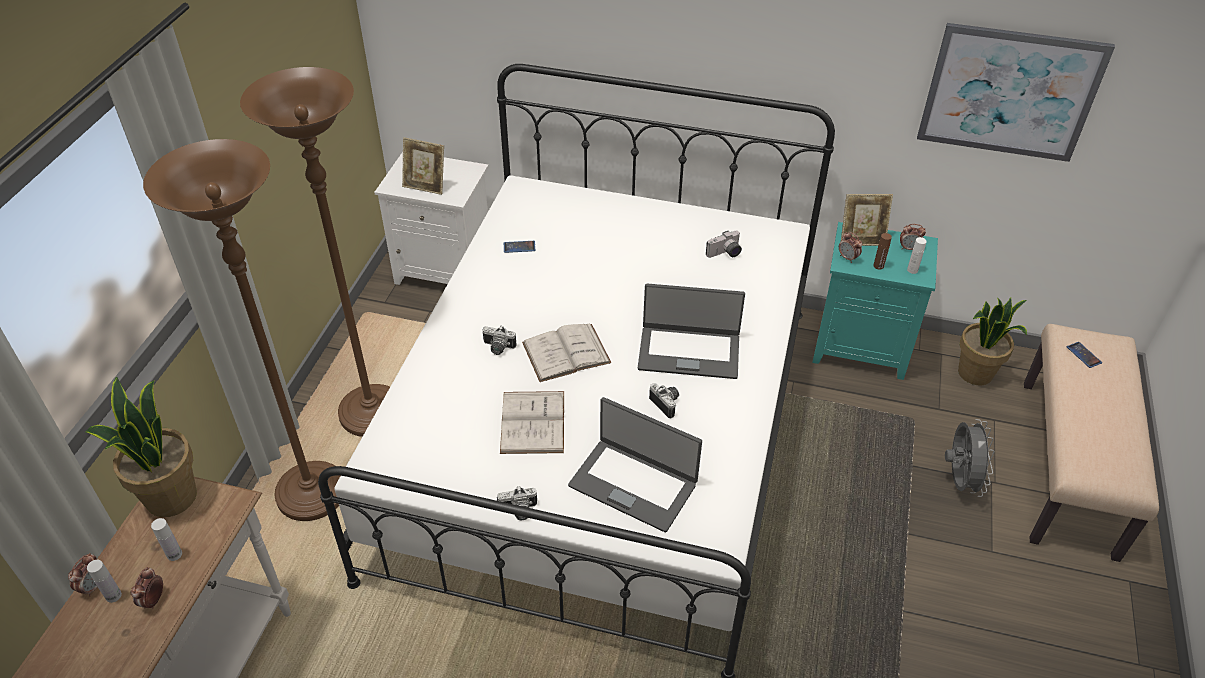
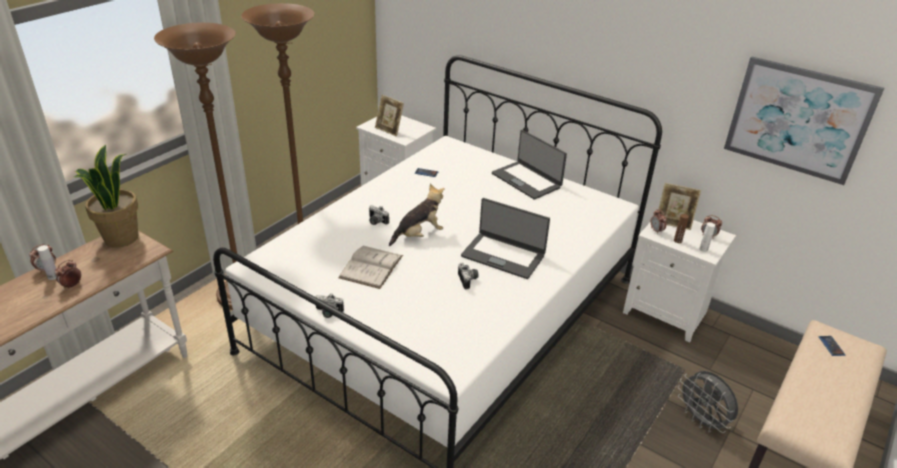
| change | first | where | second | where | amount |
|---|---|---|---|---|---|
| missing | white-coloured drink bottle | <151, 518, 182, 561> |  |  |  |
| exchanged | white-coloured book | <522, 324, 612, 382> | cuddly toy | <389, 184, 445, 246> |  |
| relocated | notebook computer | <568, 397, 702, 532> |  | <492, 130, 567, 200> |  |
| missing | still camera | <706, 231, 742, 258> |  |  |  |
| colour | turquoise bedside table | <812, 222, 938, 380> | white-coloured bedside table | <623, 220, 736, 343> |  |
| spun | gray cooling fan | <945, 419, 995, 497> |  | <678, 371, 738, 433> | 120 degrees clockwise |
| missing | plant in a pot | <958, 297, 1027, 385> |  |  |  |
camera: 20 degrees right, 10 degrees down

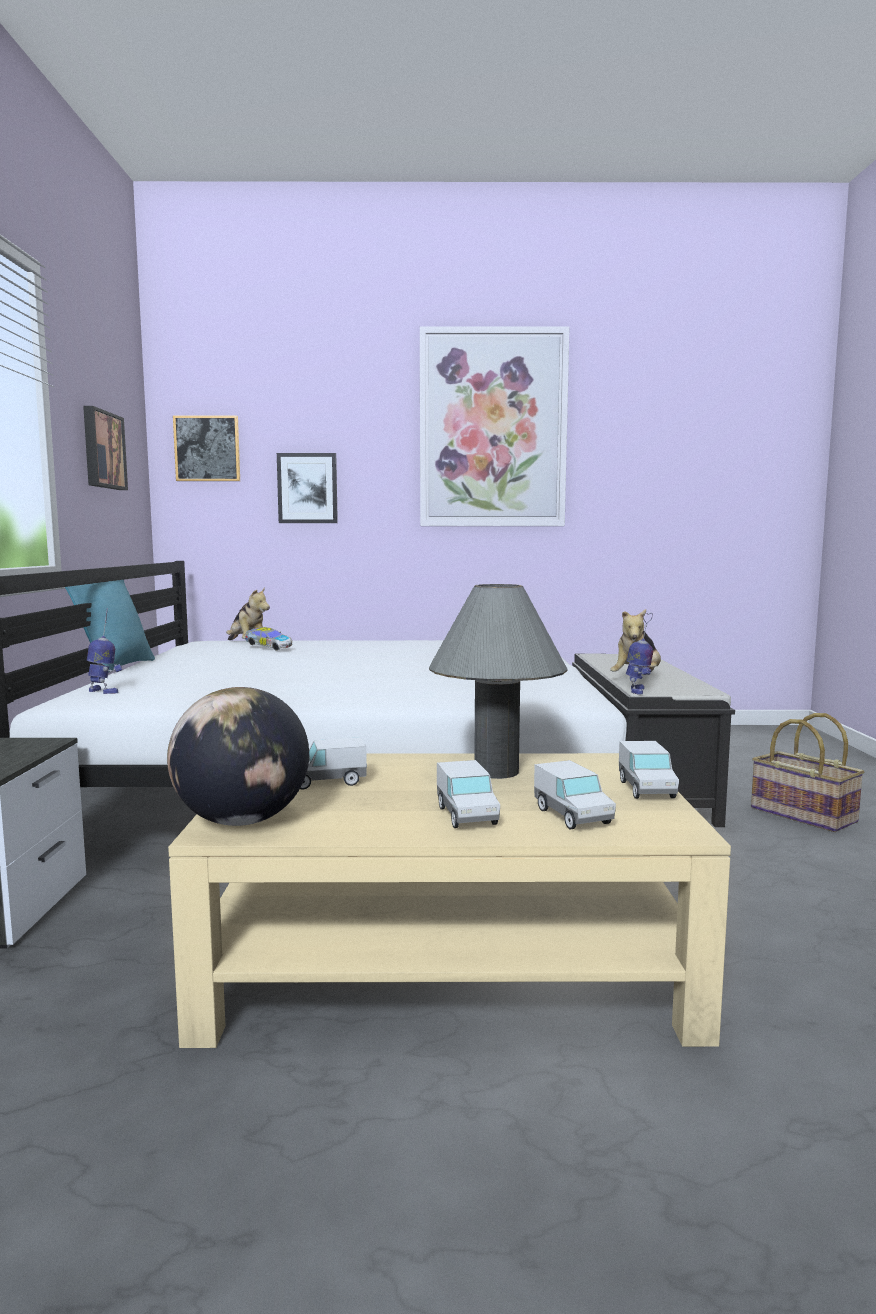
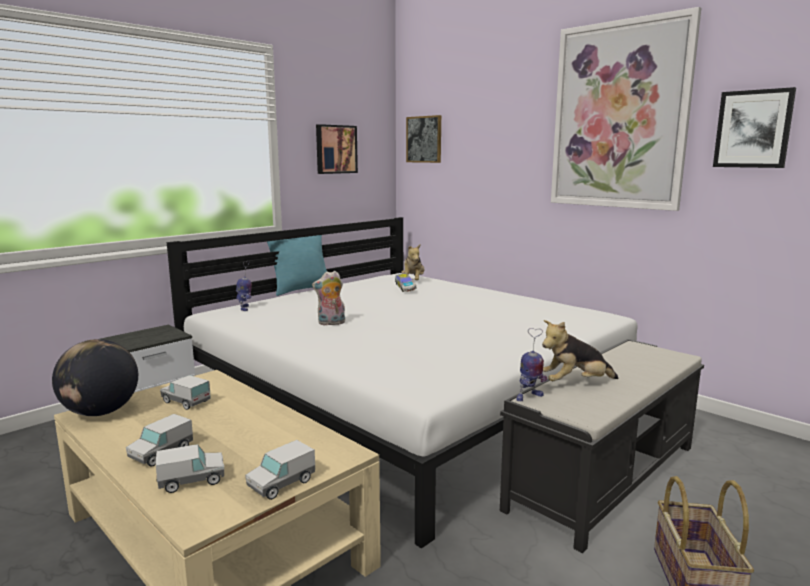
| change | first | where | second | where | amount |
|---|---|---|---|---|---|
| relocated | wall picture | <277, 453, 338, 523> |  | <713, 87, 796, 168> |  |
| missing | gray tabletop lamp | <429, 584, 568, 779> |  |  |  |
| spun | toy truck | <534, 760, 616, 829> |  | <156, 444, 224, 493> | 135 degrees counterclockwise |
| appeared |  |  | cuddly toy | <312, 271, 345, 326> |  |
camera: 45 degrees right, 5 degrees up

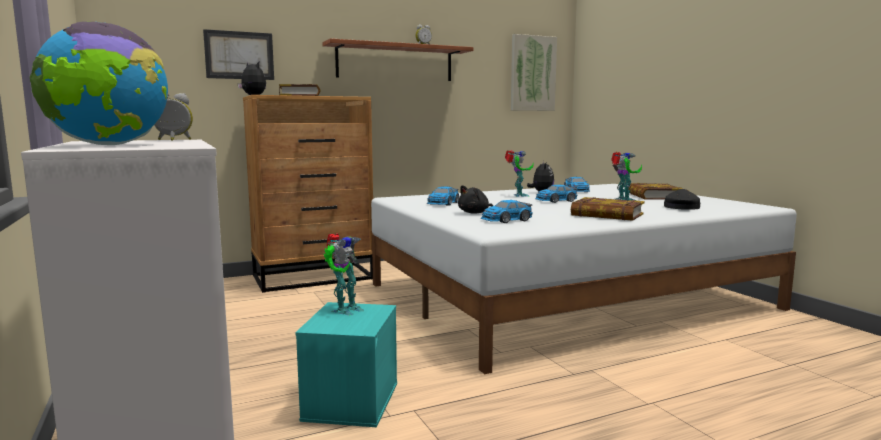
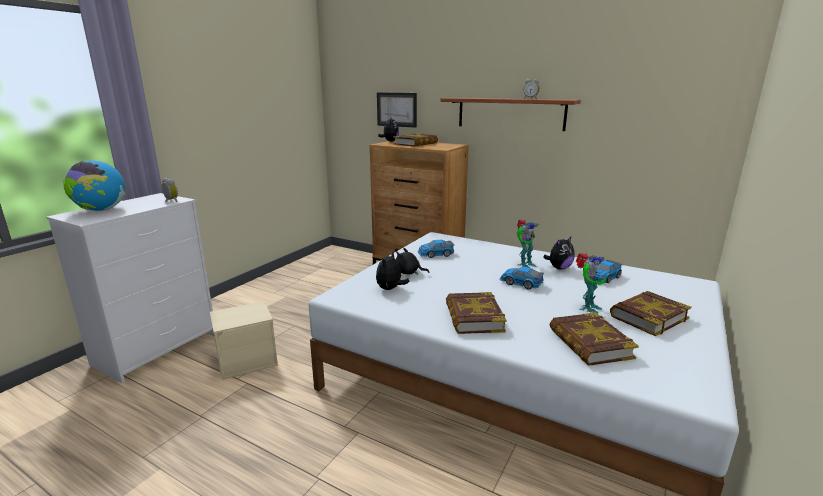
| change | first | where | second | where | amount |
|---|---|---|---|---|---|
| colour | turquoise storage container | <295, 302, 397, 427> | sand-coloured storage container | <210, 301, 278, 380> |  |
| missing | toy robot | <324, 233, 364, 316> |  |  |  |
| exchanged | toy car | <481, 200, 533, 223> | cuddly toy | <376, 252, 410, 290> |  |
| missing | wall picture | <511, 34, 557, 111> |  |  |  |
| exchanged | blackish baseball cap | <664, 189, 700, 210> | book | <550, 312, 639, 366> |  |
camera: 55 degrees right, 10 degrees up

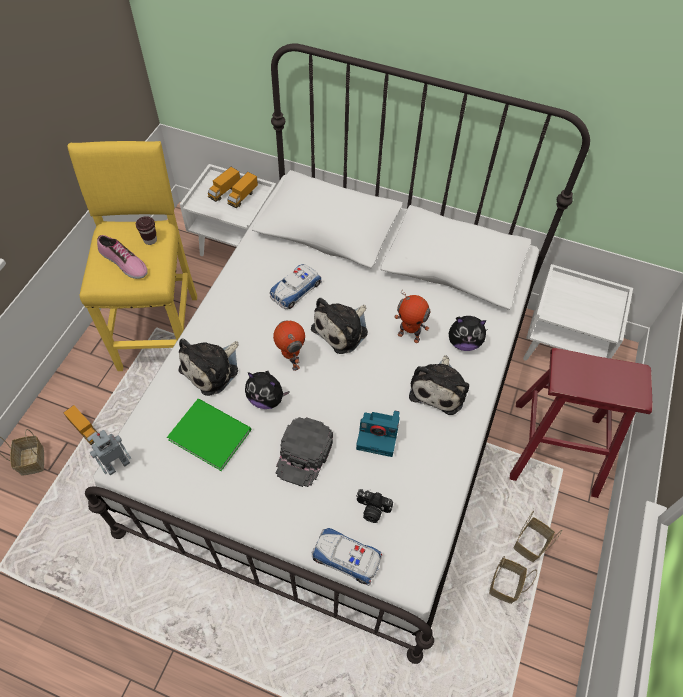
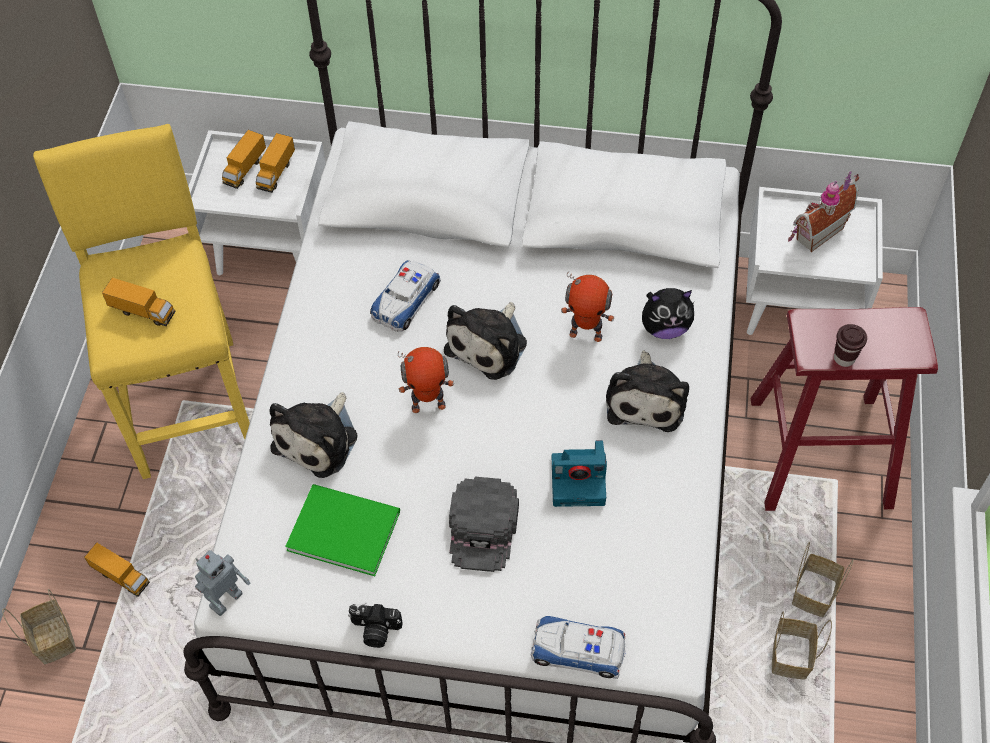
| change | first | where | second | where | amount |
|---|---|---|---|---|---|
| exchanged | low shoe | <97, 235, 148, 279> | toy truck | <102, 278, 176, 326> |  |
| relocated | brownish drinking cup | <135, 216, 157, 245> |  | <834, 324, 867, 367> |  |
| missing | cuddly toy | <245, 371, 290, 409> |  |  |  |
| spun | toy robot | <273, 321, 305, 371> |  | <398, 347, 454, 413> | 120 degrees clockwise |
| relocated | still camera | <356, 489, 393, 523> |  | <348, 602, 403, 648> |  |
| appeared |  |  | toy house | <788, 171, 859, 252> |  |
camera: 10 degrees left, 0 degrees up

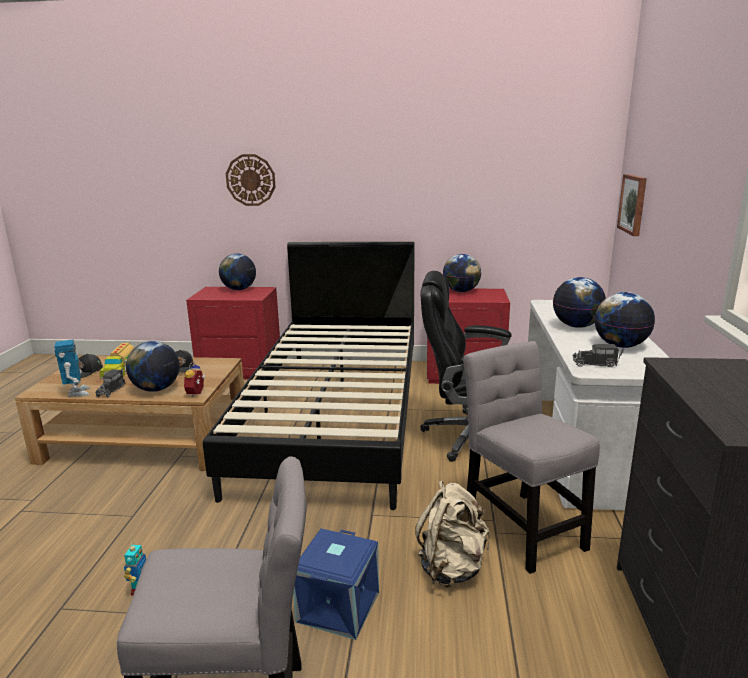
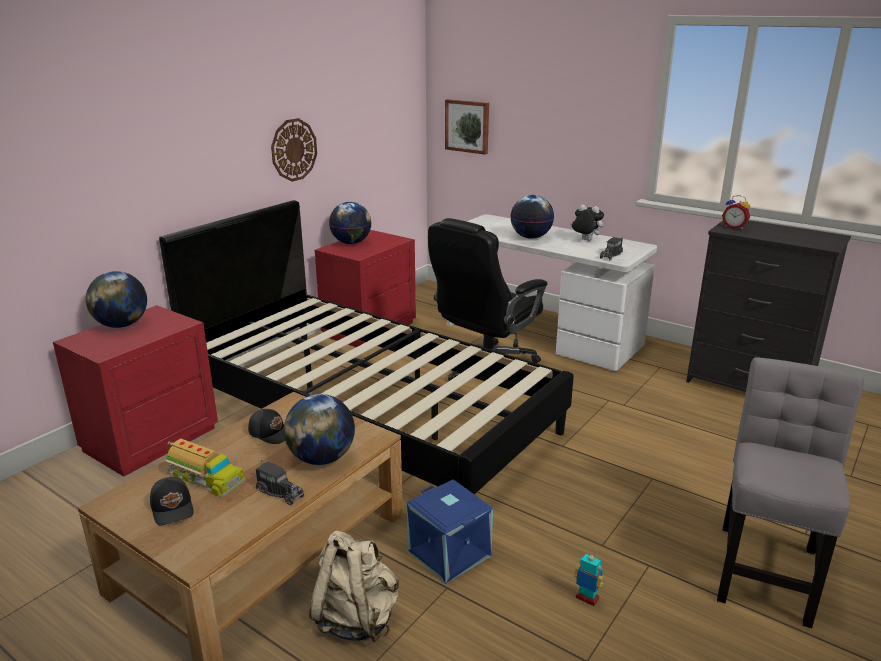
| change | first | where | second | where | amount |
|---|---|---|---|---|---|
| missing | toy robot | <54, 340, 90, 396> |  |  |  |
| relocated | table clock | <184, 362, 205, 397> |  | <722, 195, 750, 229> |  |
| relocated | hanging clock | <226, 154, 276, 206> |  | <271, 118, 317, 182> |  |
| relocated | blue storage container | <293, 528, 379, 640> |  | <407, 479, 493, 584> |  |
| relocated | sand-coloured rucksack | <415, 481, 490, 588> |  | <309, 531, 399, 642> |  |
| missing | gray chair | <463, 341, 600, 574> |  |  |  |
| exchanged | globe | <594, 292, 655, 348> | cuddly toy | <570, 204, 604, 241> |  |
camera: 60 degrees left, 5 degrees up

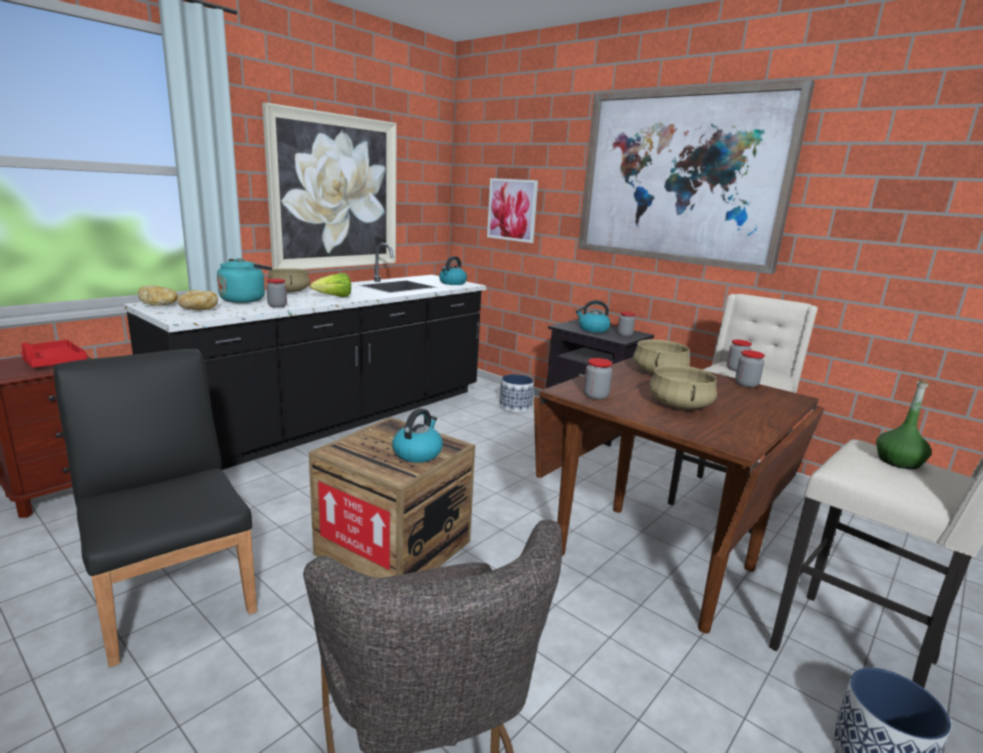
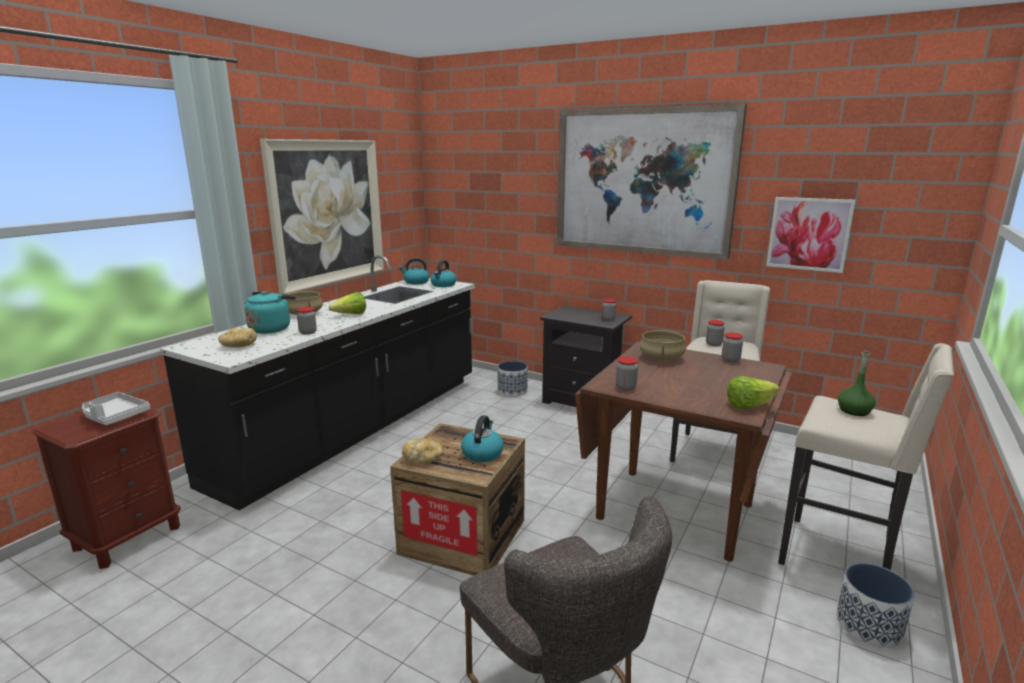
| change | first | where | second | where | amount |
|---|---|---|---|---|---|
| colour | reddish carrying tray | <21, 340, 87, 368> | gray carrying tray | <82, 392, 150, 425> |  |
| missing | blackish chair | <53, 349, 257, 667> |  |  |  |
| relocated | bakery bread | <138, 285, 178, 306> |  | <402, 438, 443, 464> |  |
| relocated | wall picture | <487, 178, 538, 243> |  | <766, 197, 856, 273> |  |
| relocated | kettle | <575, 300, 610, 333> |  | <399, 258, 430, 284> |  |
| missing | sand-coloured saucepot | <649, 365, 717, 409> |  |  |  |
| appeared |  |  | lettuce | <727, 376, 779, 409> |  |
camera: 10 degrees left, 0 degrees up

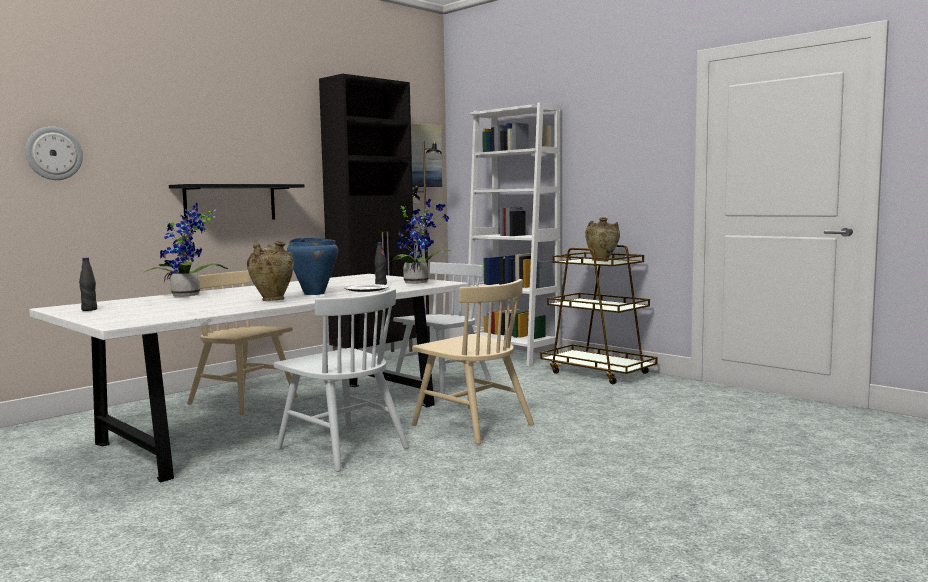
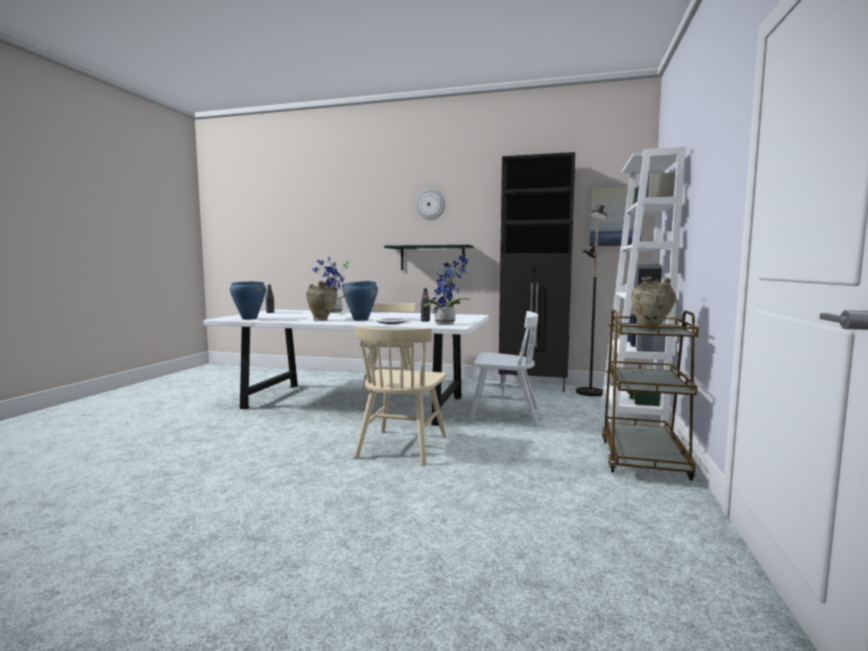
| change | first | where | second | where | amount |
|---|---|---|---|---|---|
| relocated | hanging clock | <25, 126, 83, 180> |  | <416, 189, 445, 220> |  |
| missing | white-coloured chair | <274, 289, 409, 472> |  |  |  |
| appeared |  |  | blue saucepot | <230, 281, 266, 320> |  |
camera: 60 degrees right, 0 degrees up

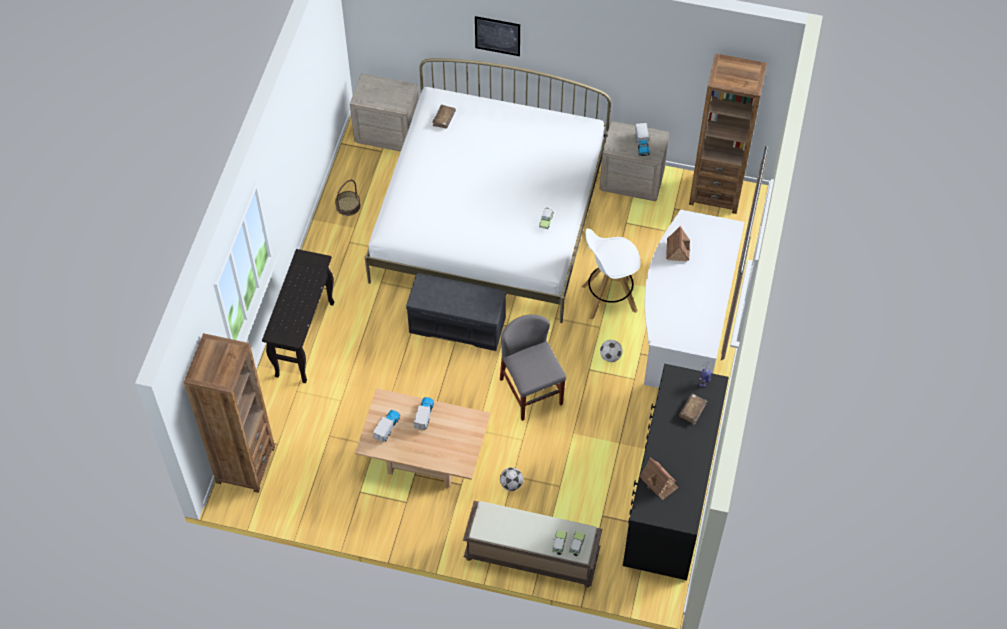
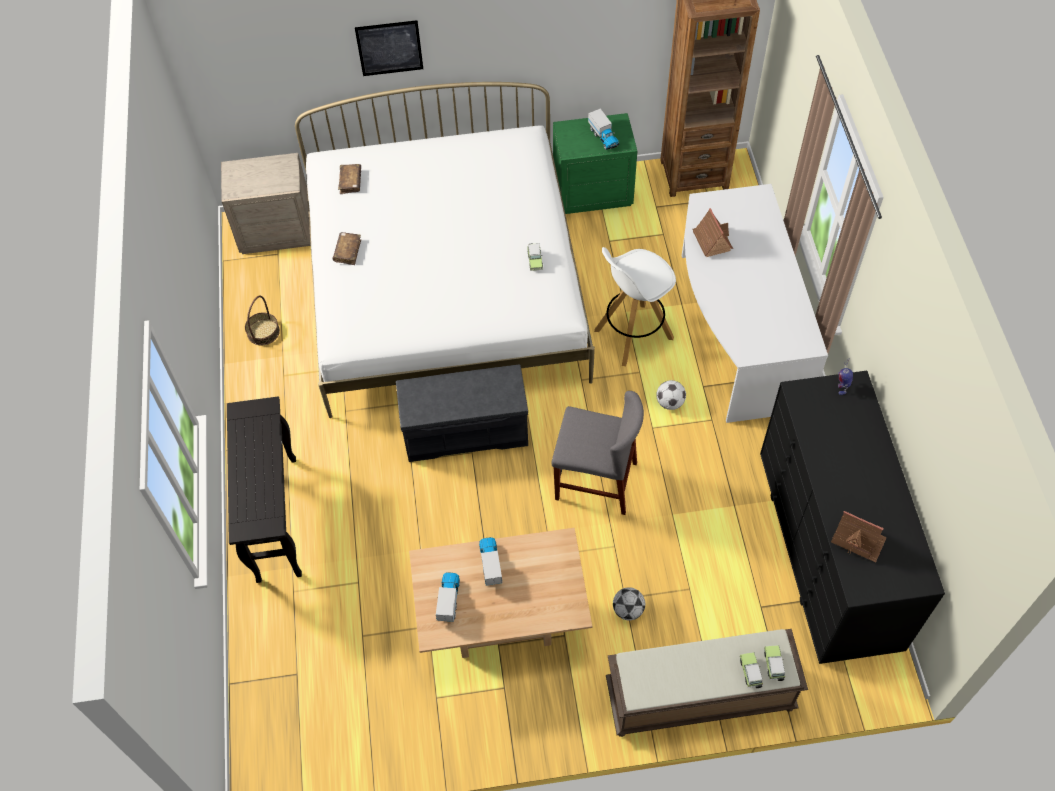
| change | first | where | second | where | amount |
|---|---|---|---|---|---|
| missing | brownish shelving unit | <184, 333, 275, 493> |  |  |  |
| spun | gray chair | <500, 314, 566, 421> |  | <552, 391, 644, 515> | 150 degrees clockwise |
| colour | sand-coloured bedside table | <600, 121, 670, 201> | green-coloured bedside table | <553, 113, 638, 214> |  |
| relocated | brownish book | <679, 393, 707, 425> |  | <333, 232, 361, 265> |  |
camera: 20 degrees left, 0 degrees up

